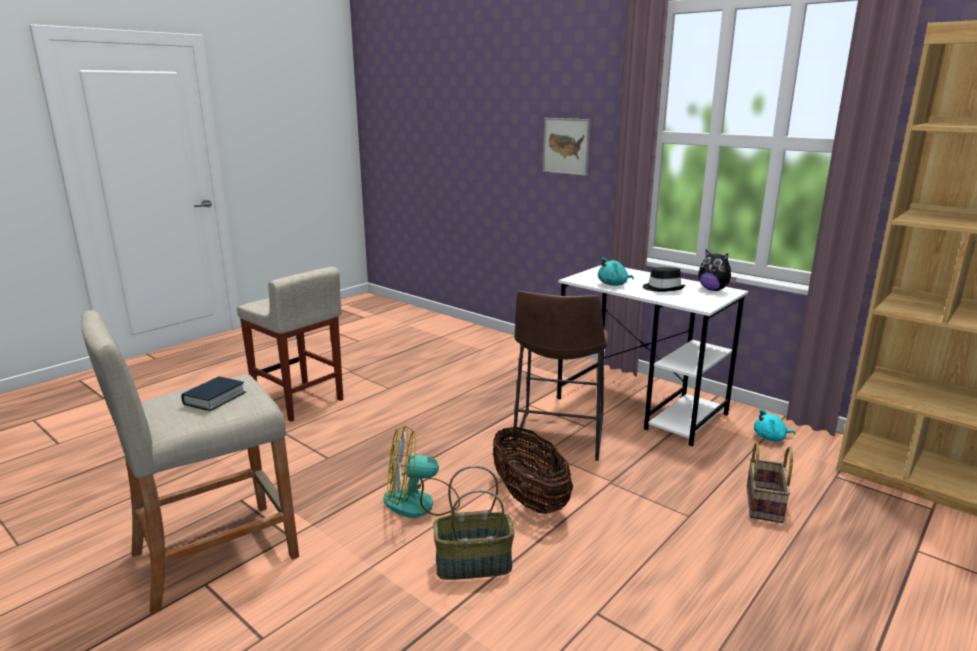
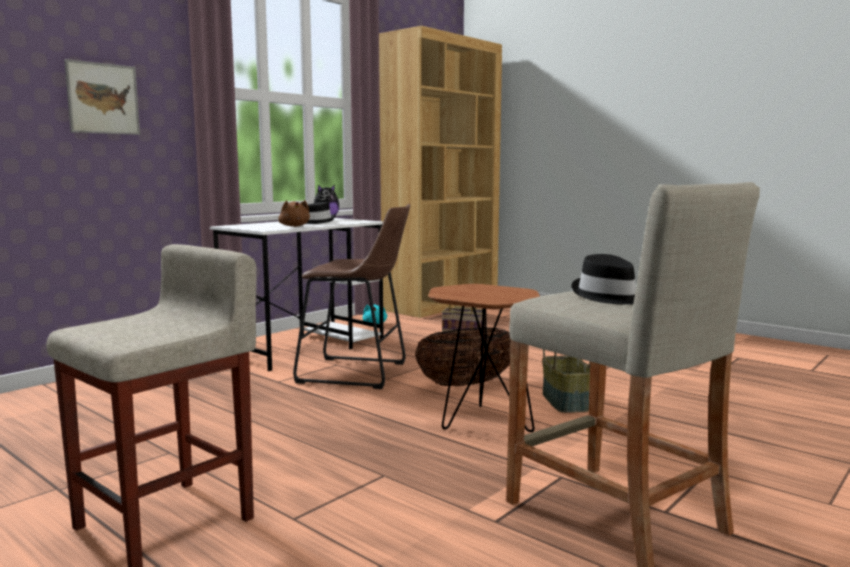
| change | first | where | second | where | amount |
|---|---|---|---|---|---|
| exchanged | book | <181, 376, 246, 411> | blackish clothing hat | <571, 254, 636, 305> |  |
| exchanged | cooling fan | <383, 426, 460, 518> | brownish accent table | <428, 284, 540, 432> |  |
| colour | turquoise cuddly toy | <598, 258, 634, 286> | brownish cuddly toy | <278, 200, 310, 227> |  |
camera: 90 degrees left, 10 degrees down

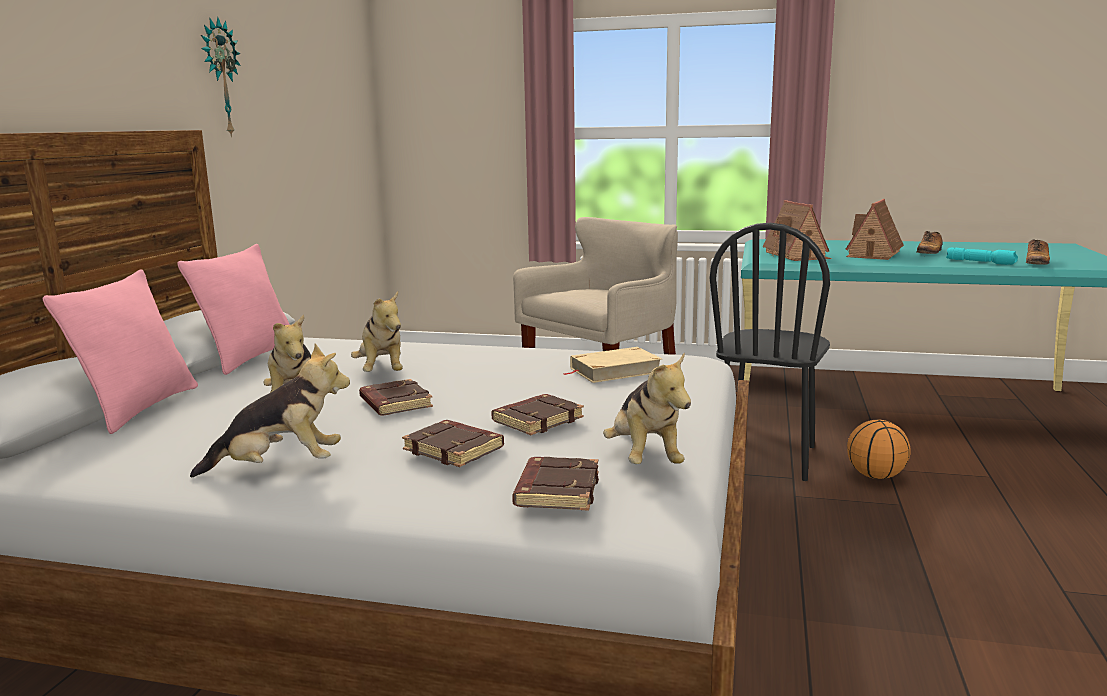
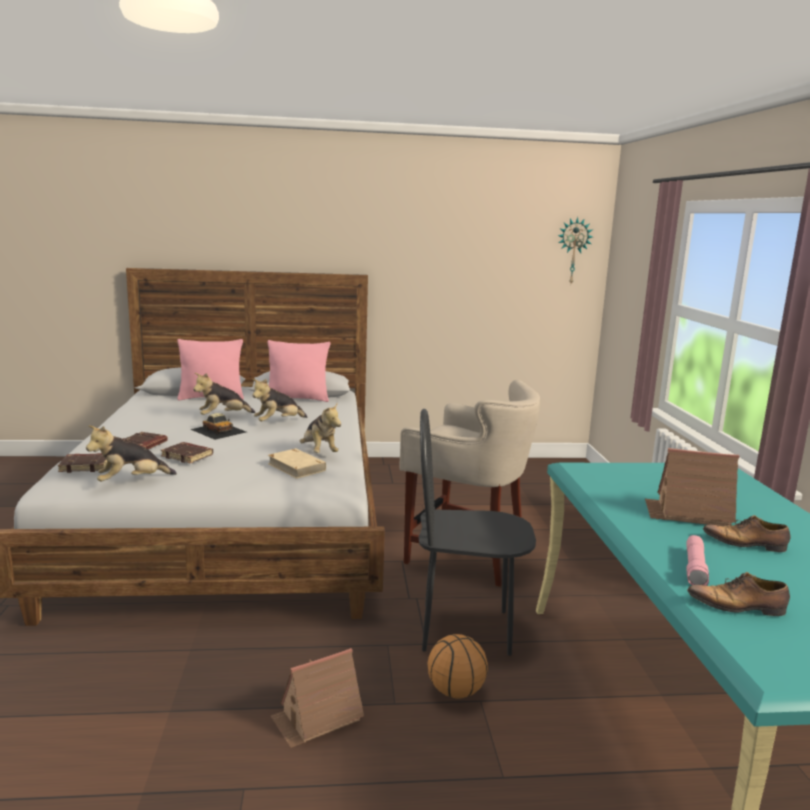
| change | first | where | second | where | amount |
|---|---|---|---|---|---|
| relocated | cuddly toy | <190, 344, 350, 478> |  | <300, 402, 341, 453> |  |
| relocated | hanging clock | <201, 16, 241, 137> |  | <558, 217, 593, 283> |  |
| exchanged | brownish book | <359, 379, 433, 416> | toy car | <190, 413, 246, 440> |  |
| relocated | toy house | <762, 200, 832, 261> |  | <271, 648, 364, 748> |  |
| colour | turquoise flashlight | <946, 248, 1018, 265> | pink-coloured flashlight | <686, 535, 709, 586> |  |
camera: 70 degrees right, 0 degrees up

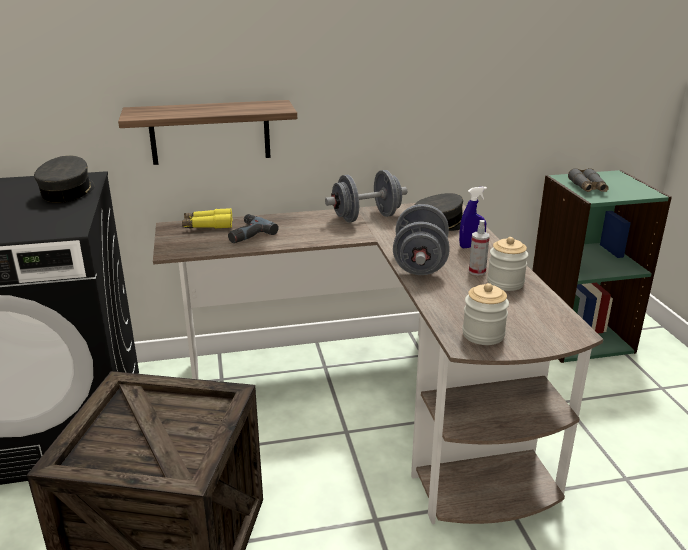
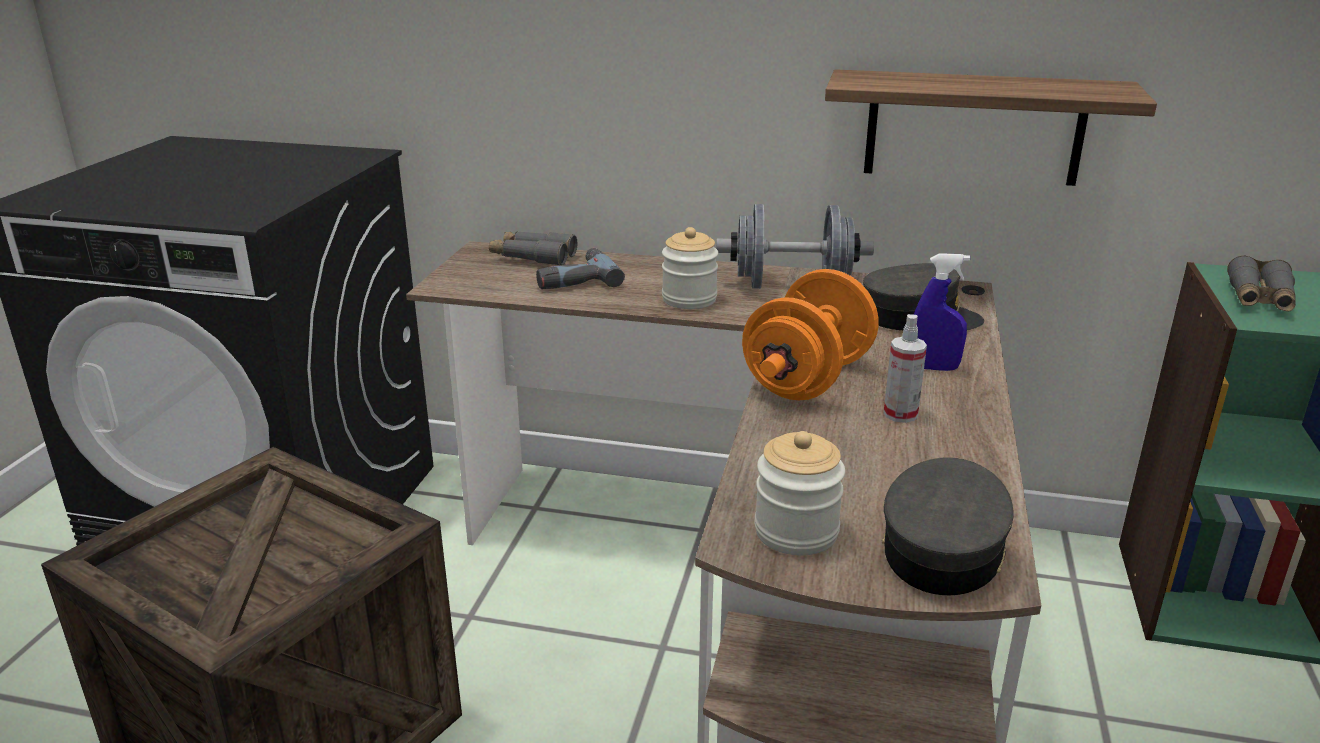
| change | first | where | second | where | amount |
|---|---|---|---|---|---|
| relocated | gray baseball cap | <34, 155, 94, 203> |  | <882, 457, 1013, 595> |  |
| relocated | wall shelf | <118, 100, 297, 165> |  | <825, 69, 1157, 186> |  |
| colour | yellow-coloured binoculars | <182, 208, 232, 228> | gray binoculars | <489, 232, 577, 265> |  |
| colour | gray dumbbell | <393, 204, 450, 275> | orange-coloured dumbbell | <742, 269, 879, 400> |  |
| relocated | storage jar | <487, 237, 528, 291> |  | <662, 227, 718, 309> |  |
camera: 25 degrees right, 0 degrees up

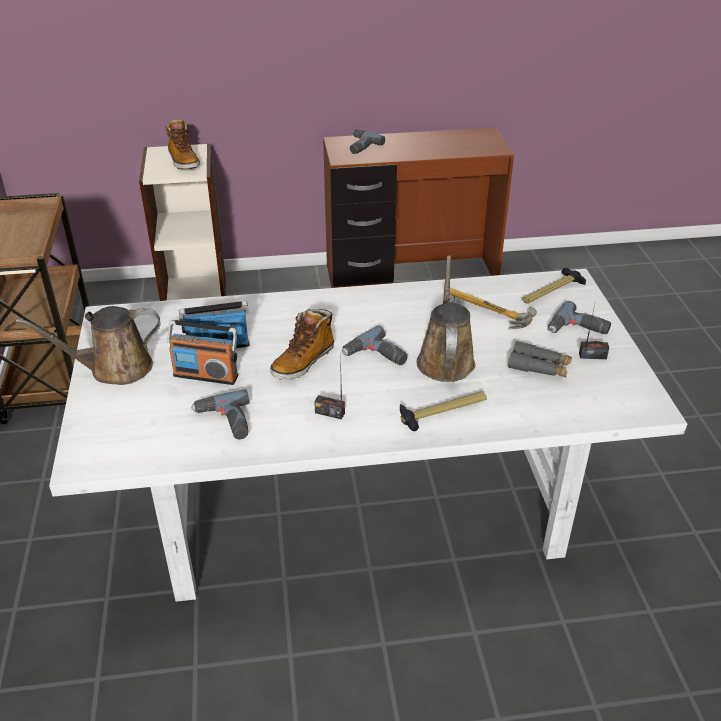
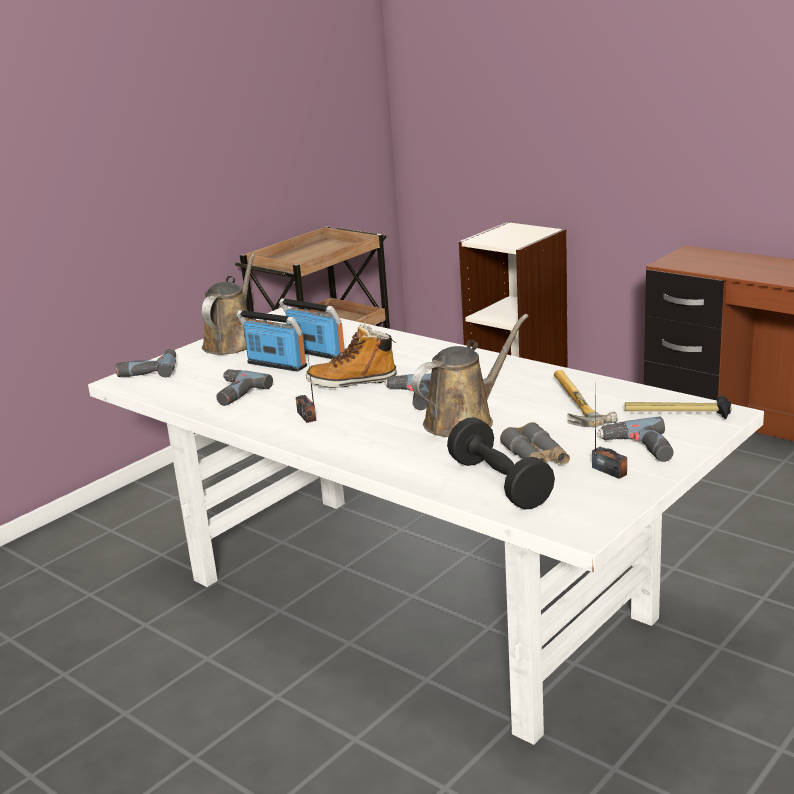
| change | first | where | second | where | amount |
|---|---|---|---|---|---|
| spun | brownish watering pot | <16, 306, 160, 385> |  | <202, 253, 255, 355> | 75 degrees clockwise |
| missing | tall boot | <166, 120, 200, 169> |  |  |  |
| spun | radio set | <167, 320, 238, 385> |  | <236, 310, 307, 371> | 150 degrees clockwise |
| relocated | electric drill | <350, 129, 385, 154> |  | <116, 349, 176, 378> |  |
| missing | hand hammer | <400, 391, 487, 431> |  |  |  |
| appeared |  |  | blackish dumbbell | <447, 417, 555, 510> |  |
camera: 50 degrees right, 15 degrees down

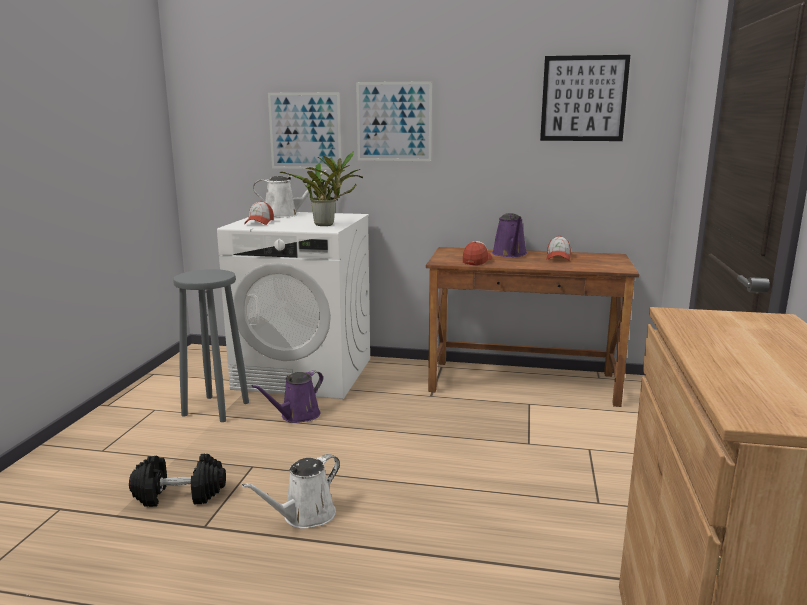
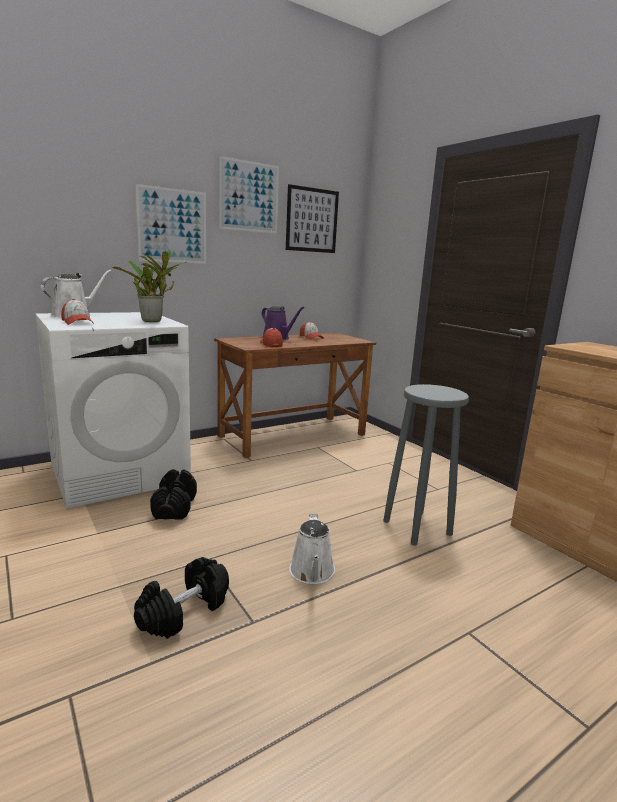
| change | first | where | second | where | amount |
|---|---|---|---|---|---|
| relocated | gray sitting stool | <173, 269, 249, 422> |  | <383, 384, 469, 546> |  |
| exchanged | purple watering pot | <251, 370, 323, 423> | blackish dumbbell | <150, 469, 197, 520> |  |
| relocated | wall picture | <268, 92, 342, 169> |  | <219, 156, 279, 234> |  |
camera: 45 degrees left, 0 degrees up

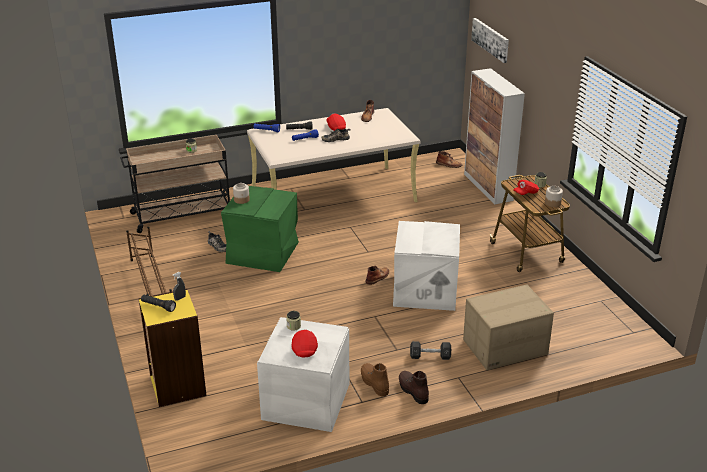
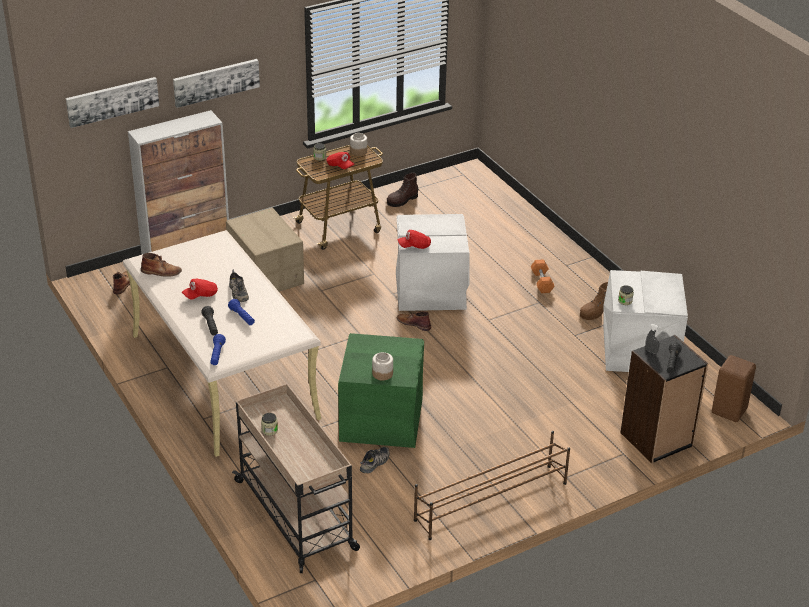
| change | first | where | second | where | amount |
|---|---|---|---|---|---|
| colour | yellow-coloured shelving unit | <139, 289, 206, 407> | blackish shelving unit | <620, 335, 708, 463> |  |
| relocated | reddish baseball cap | <291, 329, 318, 357> |  | <397, 230, 431, 249> |  |
| relocated | brownish tall boot | <399, 371, 429, 404> |  | <387, 173, 418, 207> |  |
| colour | blackish dumbbell | <410, 341, 451, 360> | orange-coloured dumbbell | <531, 259, 555, 293> |  |
| relocated | packing box | <463, 285, 554, 370> |  | <226, 208, 304, 292> |  |
| appeared |  |  | wall picture | <173, 59, 260, 108> |  |
| appeared |  |  | brownish sitting stool | <712, 355, 756, 422> |  |
camera: 100 degrees left, 5 degrees up

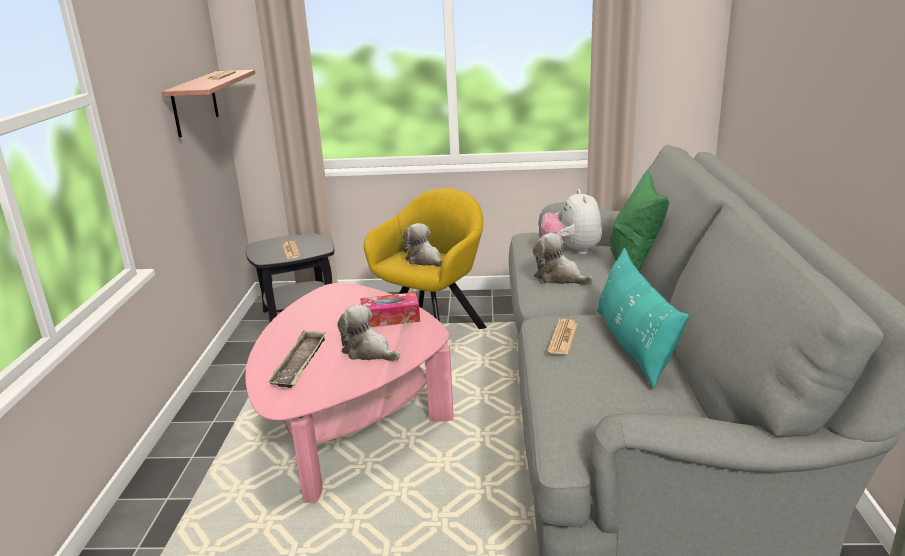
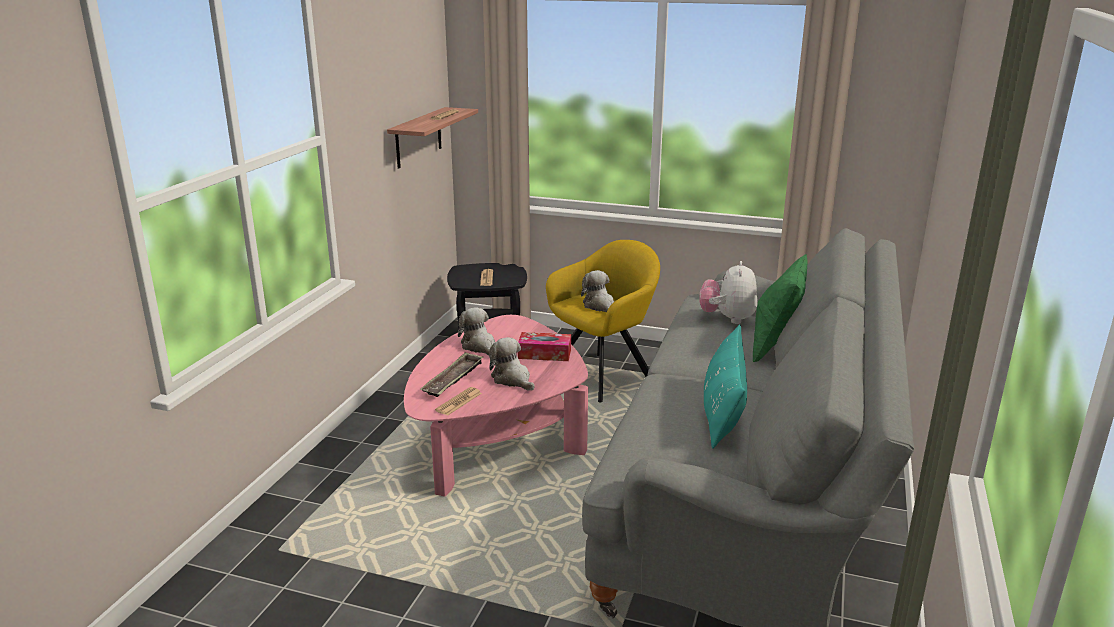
| change | first | where | second | where | amount |
|---|---|---|---|---|---|
| relocated | cuddly toy | <533, 233, 594, 285> |  | <458, 307, 495, 356> |  |
| relocated | daily paper | <548, 319, 578, 354> |  | <435, 387, 482, 415> |  |
camera: 15 degrees right, 0 degrees up

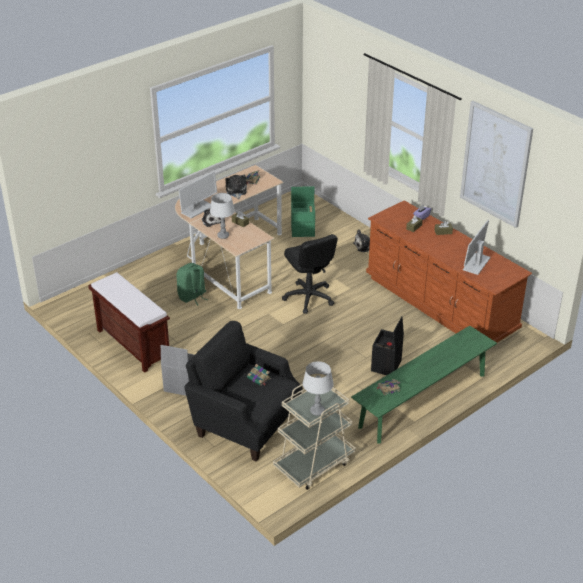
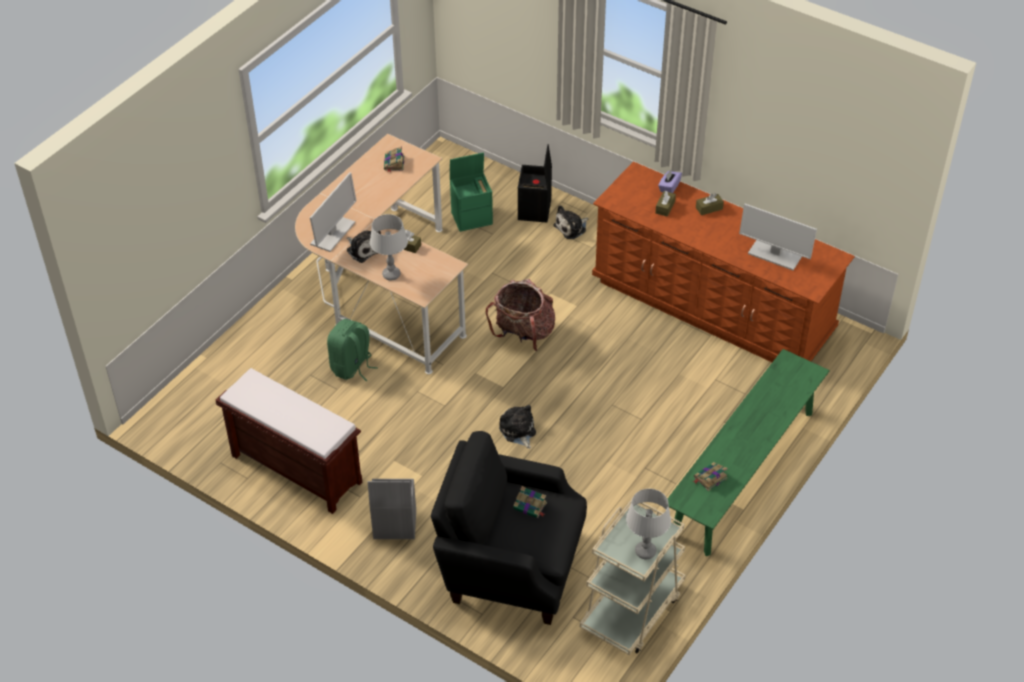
| change | first | where | second | where | amount |
|---|---|---|---|---|---|
| relocated | cuddly toy | <225, 175, 247, 200> |  | <499, 405, 536, 449> |  |
| exchanged | blackish office chair | <282, 234, 338, 314> | rucksack | <486, 279, 555, 351> |  |
| relocated | blackish storage container | <371, 316, 404, 375> |  | <518, 144, 552, 222> |  |
| missing | wall picture | <460, 101, 533, 228> |  |  |  |
| spun | computer display | <463, 220, 491, 275> |  | <739, 204, 817, 270> | 75 degrees counterclockwise |
camera: 15 degrees left, 10 degrees up

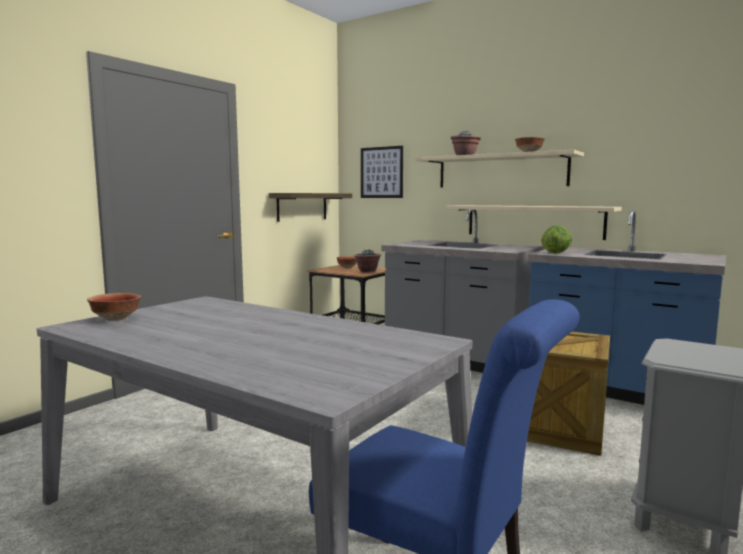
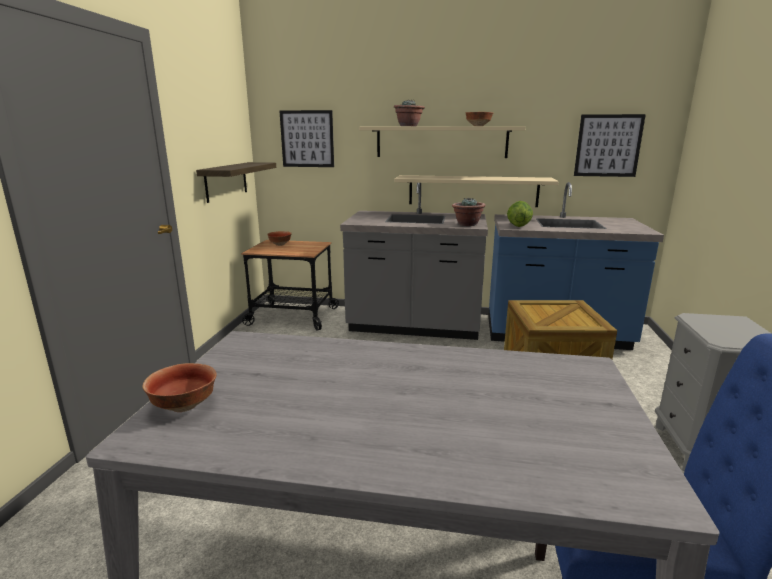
| change | first | where | second | where | amount |
|---|---|---|---|---|---|
| relocated | plant in a pot | <354, 249, 381, 272> |  | <452, 198, 486, 226> |  |
| appeared |  |  | wall picture | <574, 114, 646, 177> |  |
camera: 25 degrees left, 10 degrees up

